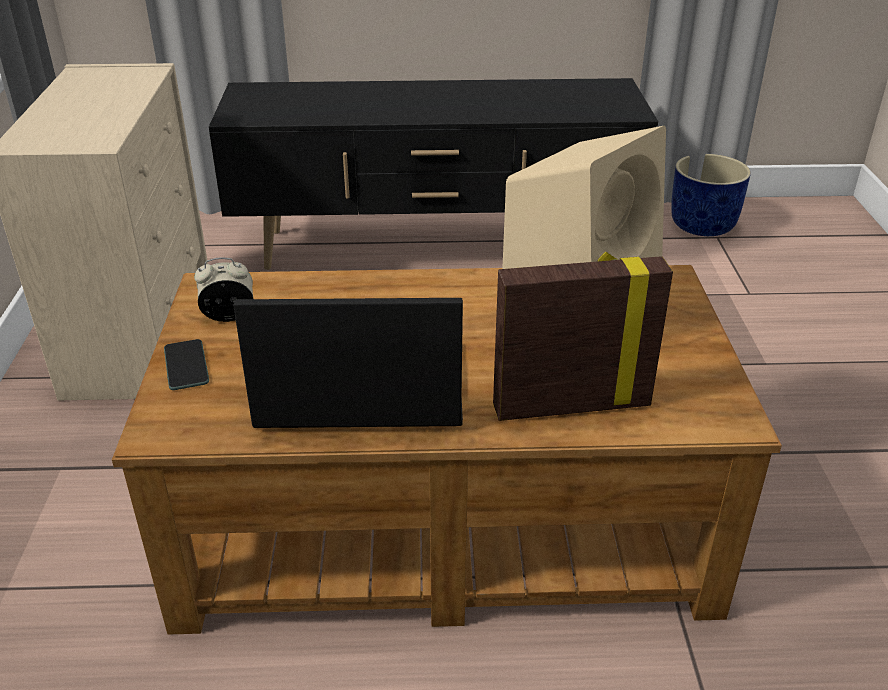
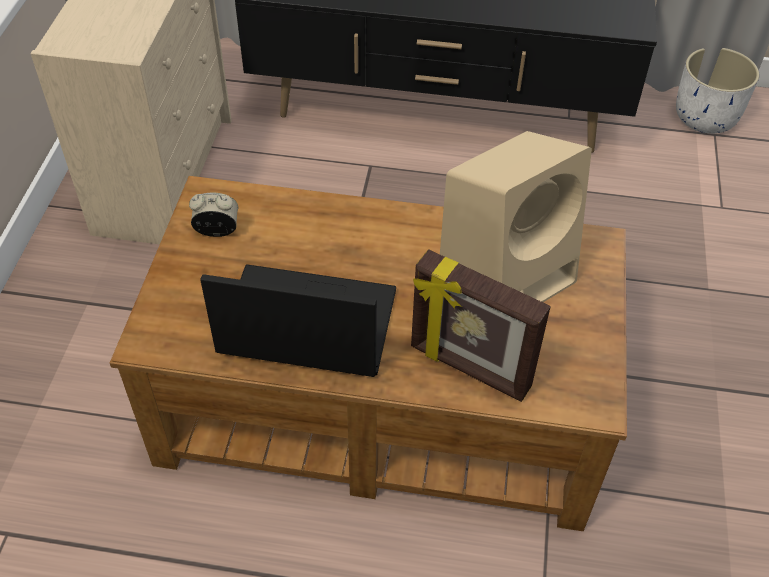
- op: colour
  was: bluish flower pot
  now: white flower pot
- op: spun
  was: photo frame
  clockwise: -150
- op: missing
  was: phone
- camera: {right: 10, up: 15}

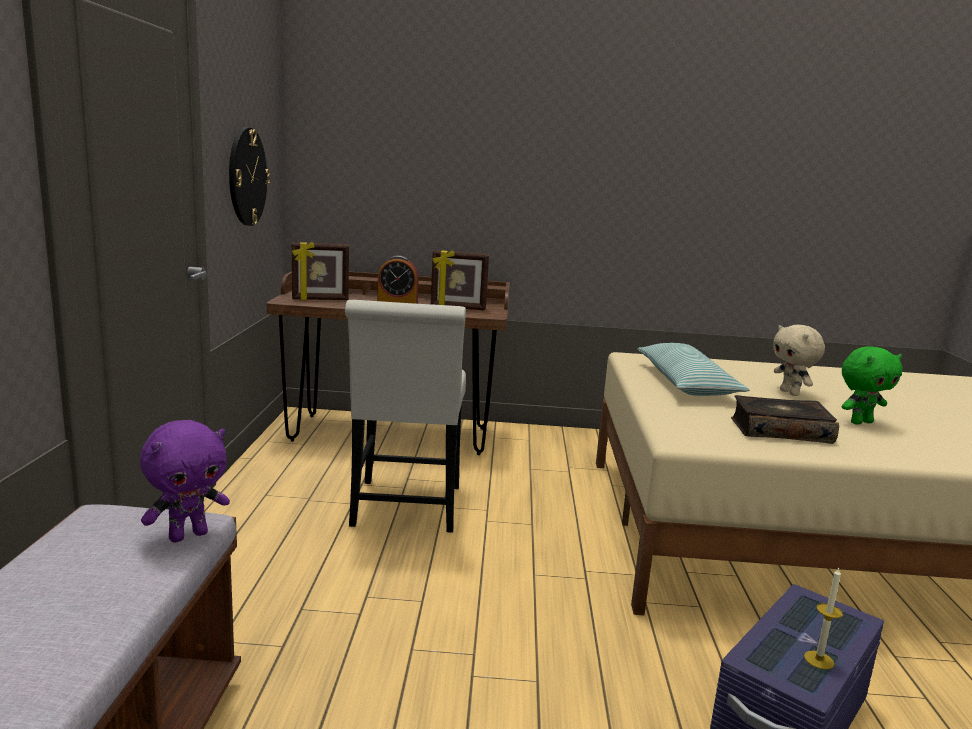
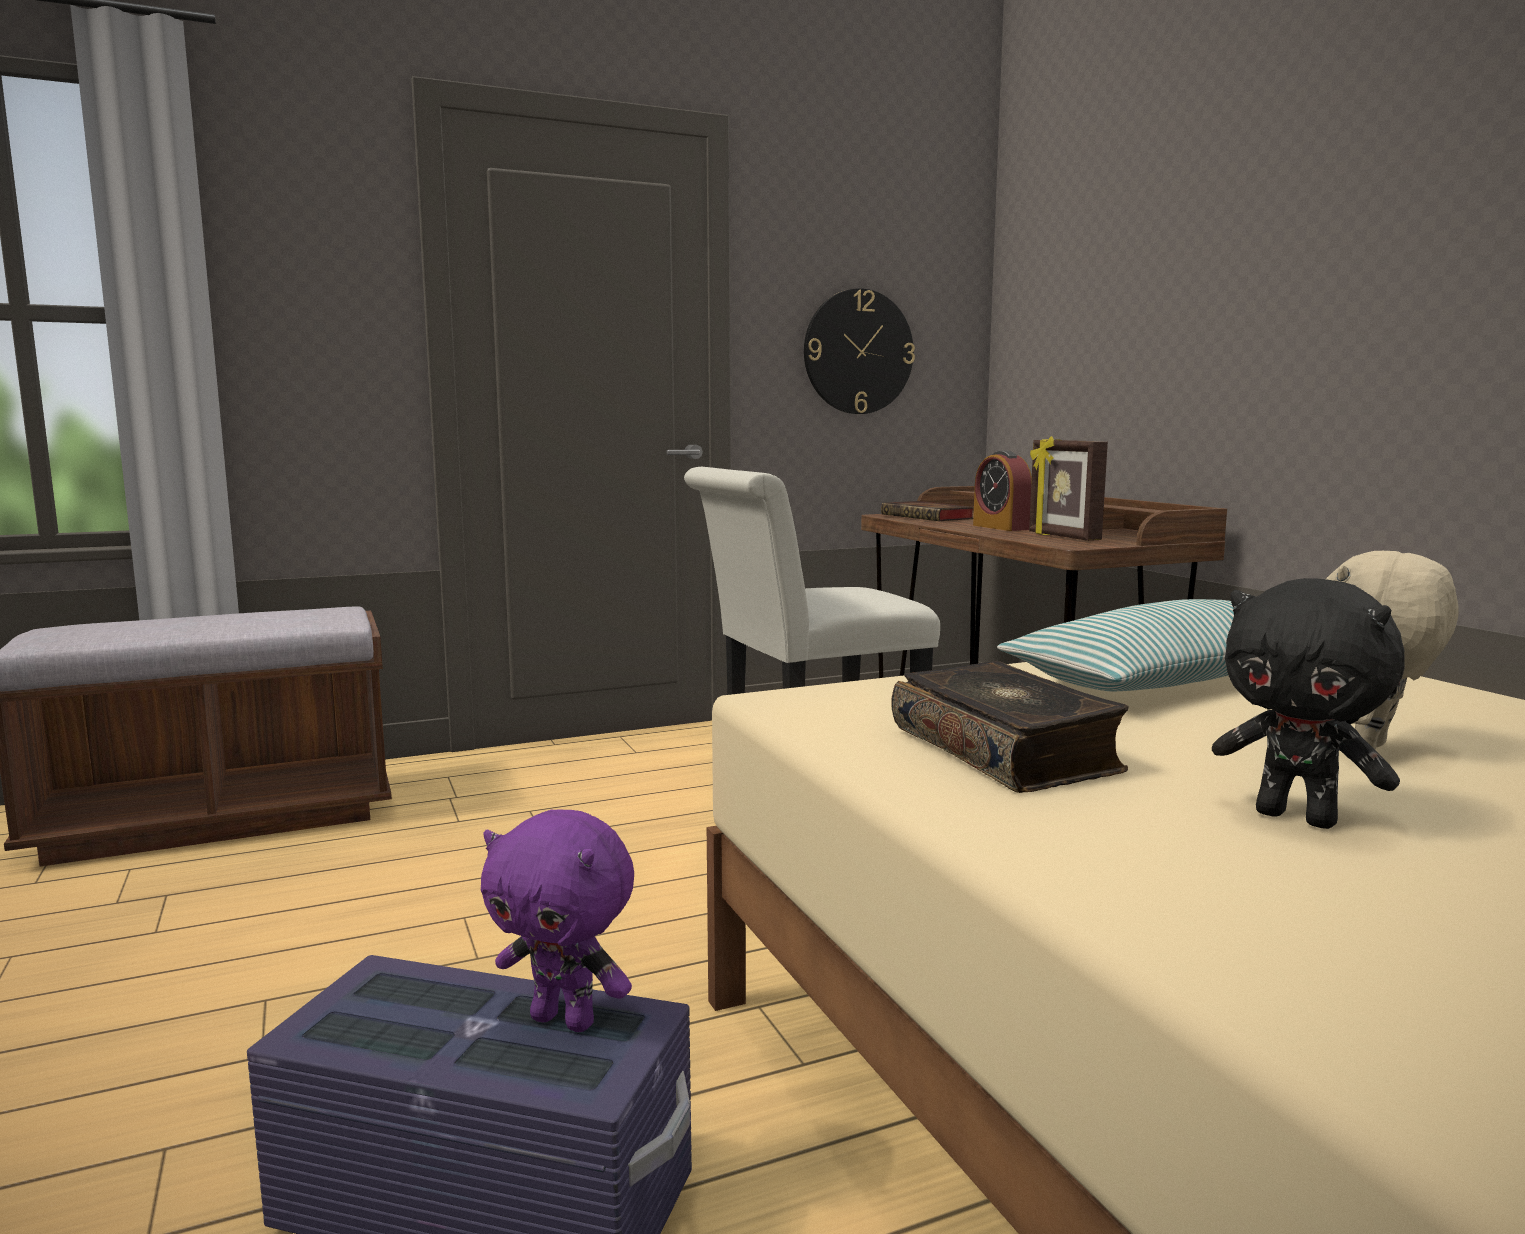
- op: exchanged
  was: photo frame (no. 1 from left)
  now: bound book (no. 1 from left)
- op: colour
  was: green-coloured soft toy
  now: black-coloured soft toy
- op: relocated
  was: purple soft toy
- op: missing
  was: wax candle
- camera: {right: 65, up: -5}

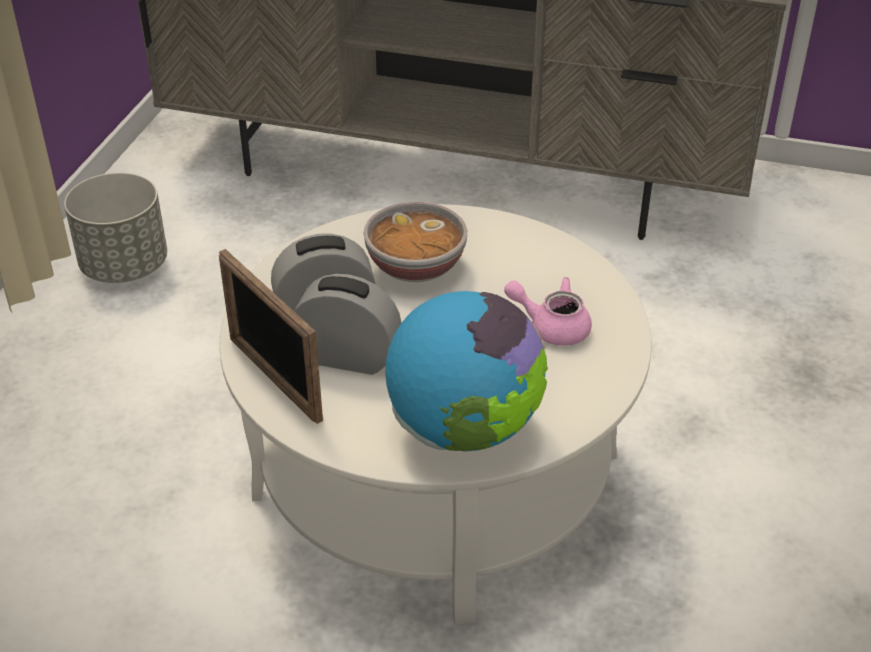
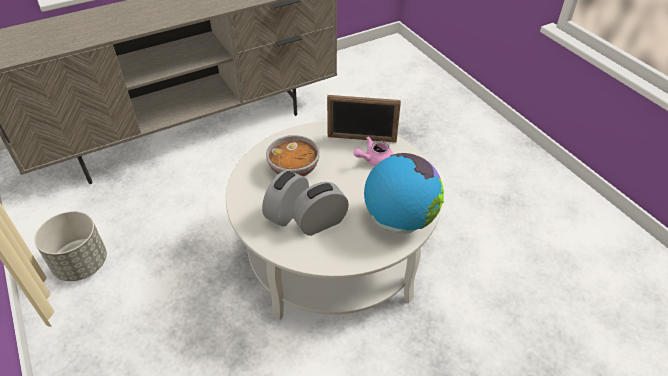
- op: relocated
  was: photo frame
- camera: {right: -45, up: 5}

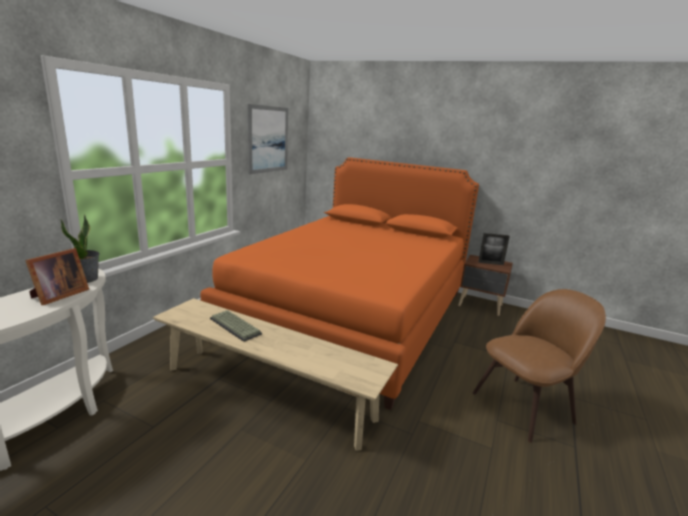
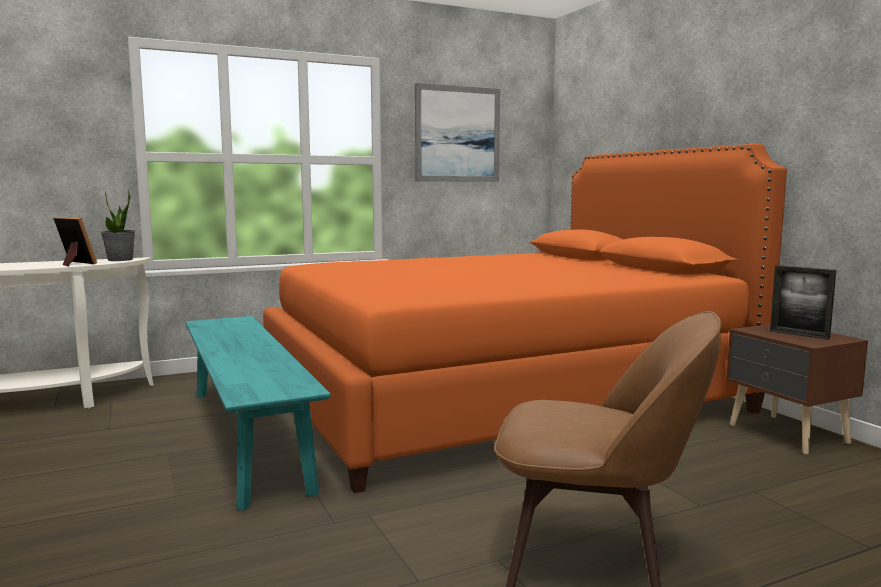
- op: spun
  was: photo frame (no. 1 from left)
  clockwise: -120
- op: colour
  was: sand-coloured long seat
  now: turquoise-coloured long seat
- op: missing
  was: PC keyboard
- camera: {right: 40, up: -10}

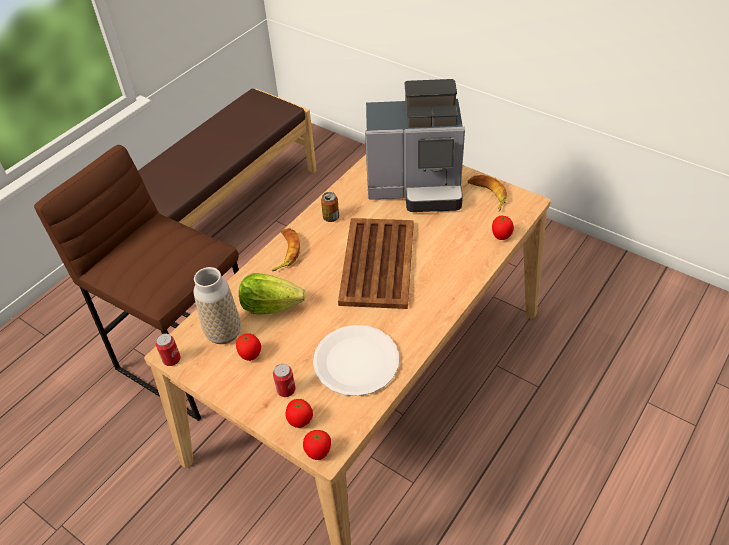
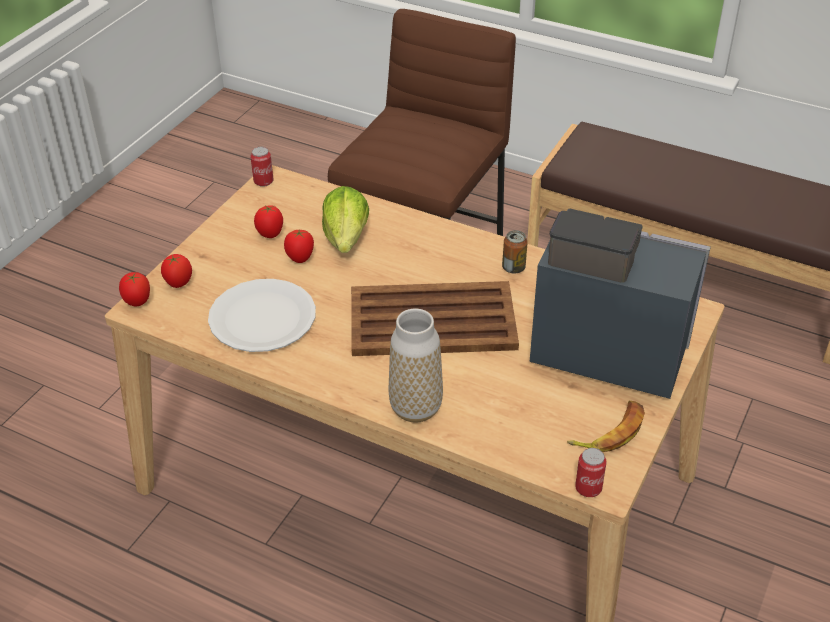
- op: spun
  was: coffee brewer
  clockwise: 120
- op: relocated
  was: fresh tomato (no. 4 from left)
- op: missing
  was: banana (no. 1 from left)
- op: relocated
  was: vase
- op: relocated
  was: metal can (no. 2 from left in the first image)
  now: metal can (no. 3 from left)
- camera: {right: 80, up: -5}

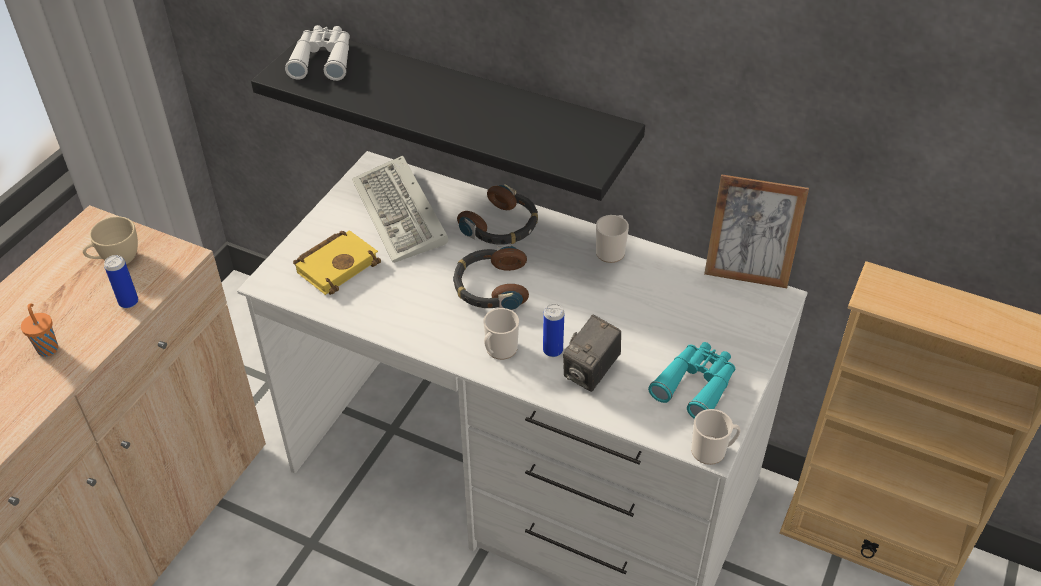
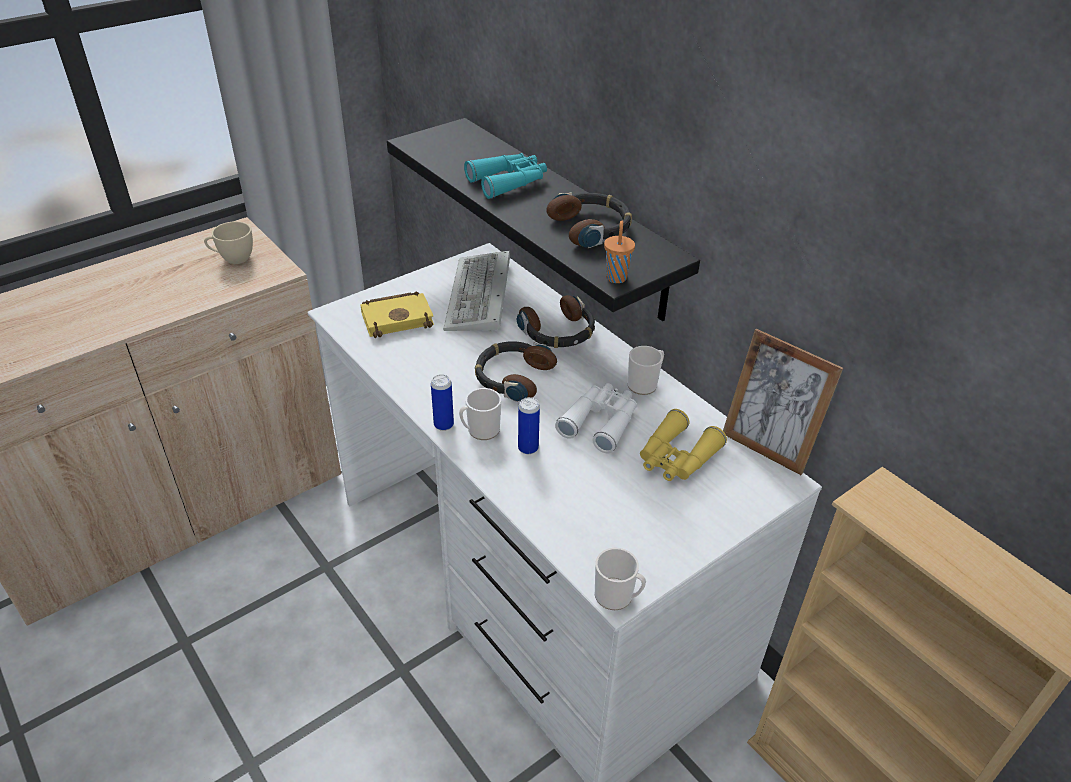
- op: relocated
  was: white binoculars
- op: relocated
  was: metal can (no. 1 from left)
- op: relocated
  was: orange drinking cup
- op: missing
  was: photo camera
- op: relocated
  was: turquoise-coloured binoculars
- op: appeared
  now: pair of headphones (no. 3 from left)
- op: appeared
  now: yellowish binoculars
- camera: {right: 25, up: -5}

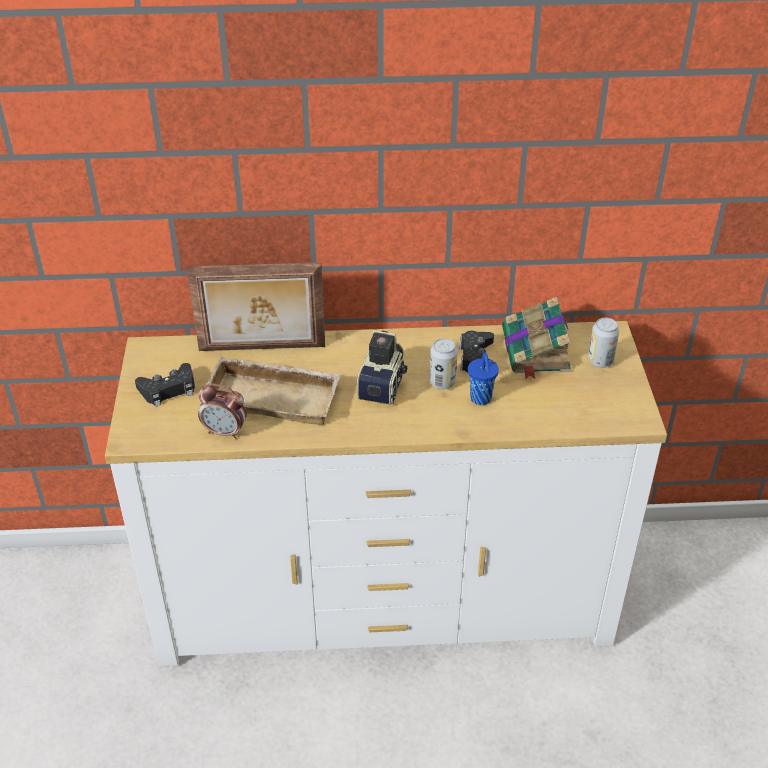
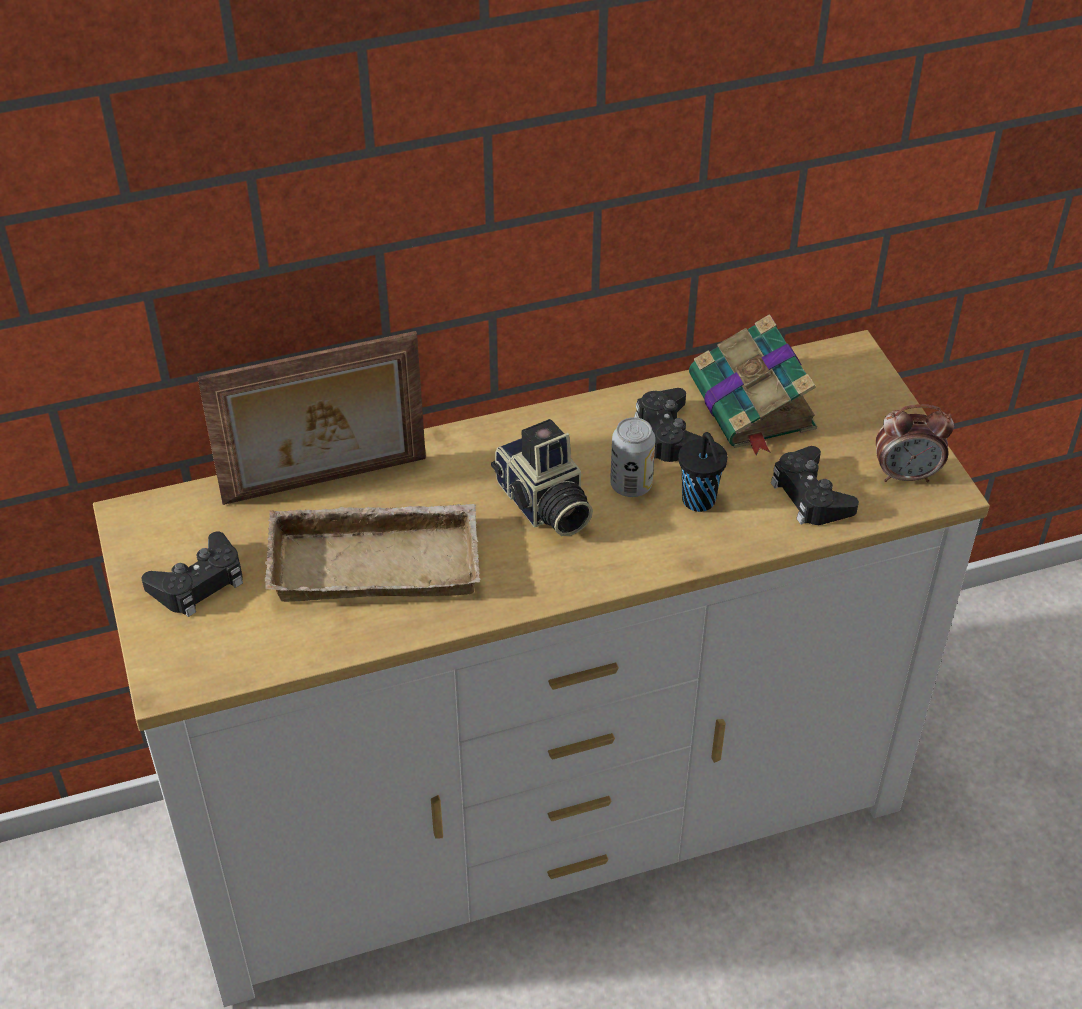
- op: missing
  was: metal can (no. 2 from left)
- op: spun
  was: photo camera
  clockwise: 150
- op: colour
  was: bluish drinking cup
  now: black-coloured drinking cup
- op: relocated
  was: table clock
- op: appeared
  now: black-coloured gamepad (no. 3 from left)
- camera: {right: -15, up: 5}

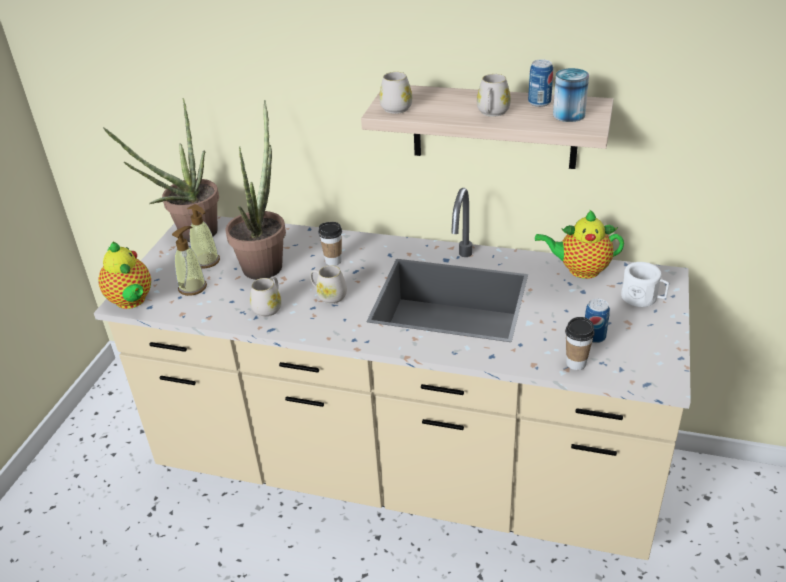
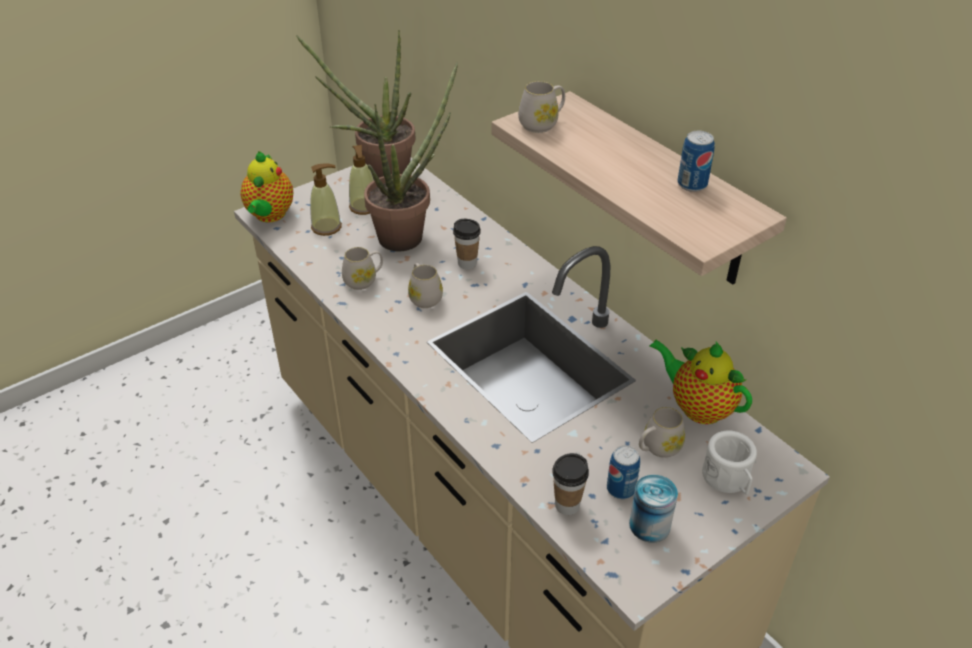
- op: relocated
  was: metal can (no. 2 from left)
- op: relocated
  was: white tea mug (no. 4 from left)
- camera: {right: 35, up: 5}

